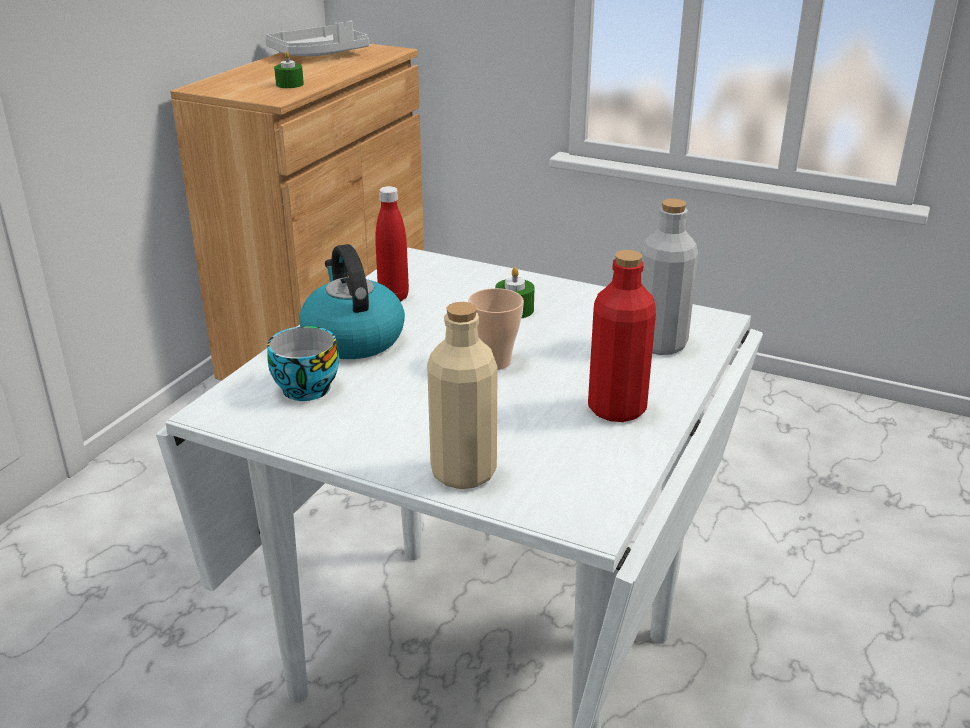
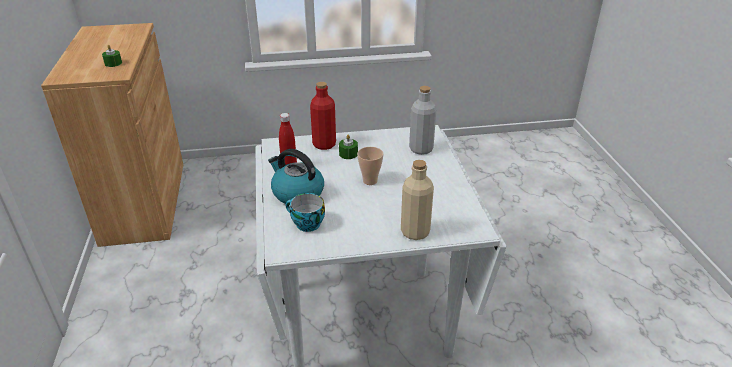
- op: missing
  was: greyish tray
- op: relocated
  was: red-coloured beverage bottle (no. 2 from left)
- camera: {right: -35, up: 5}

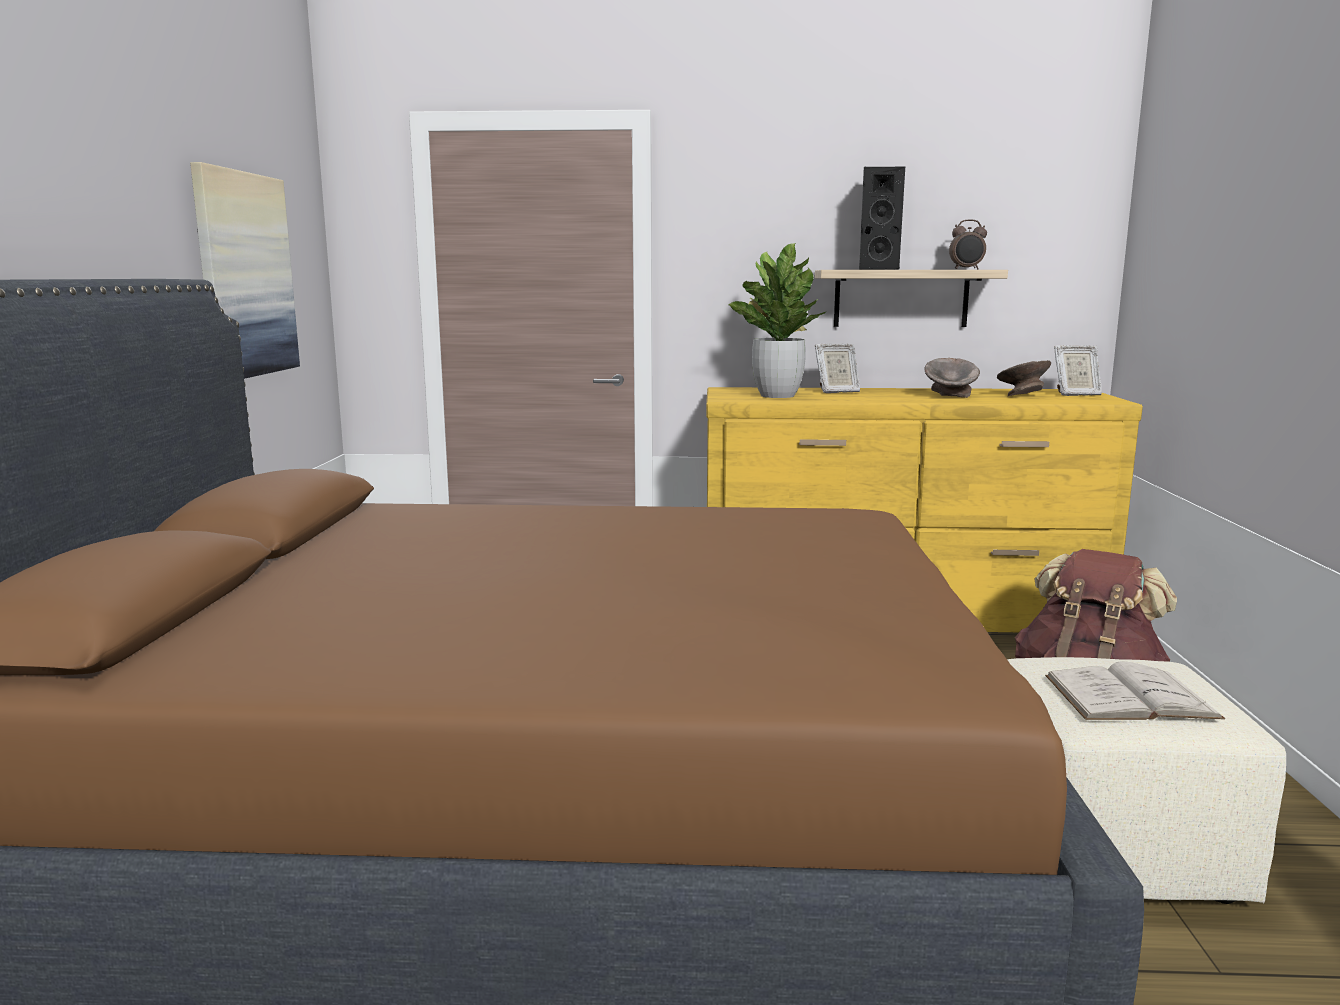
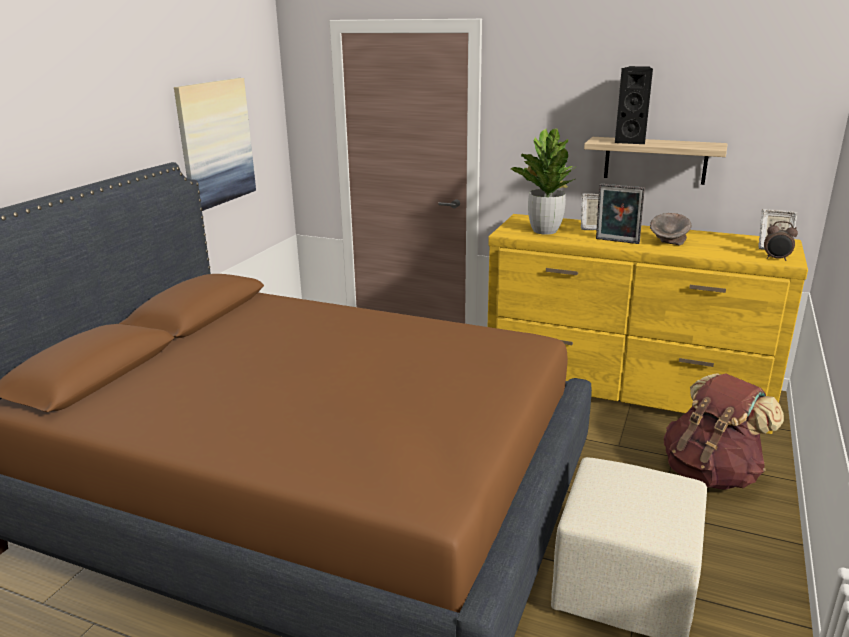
- op: relocated
  was: table clock
- op: missing
  was: greyish bowl (no. 2 from left)
- op: missing
  was: white bound book
- op: appeared
  now: photo frame (no. 2 from left)
- camera: {right: 20, up: 10}

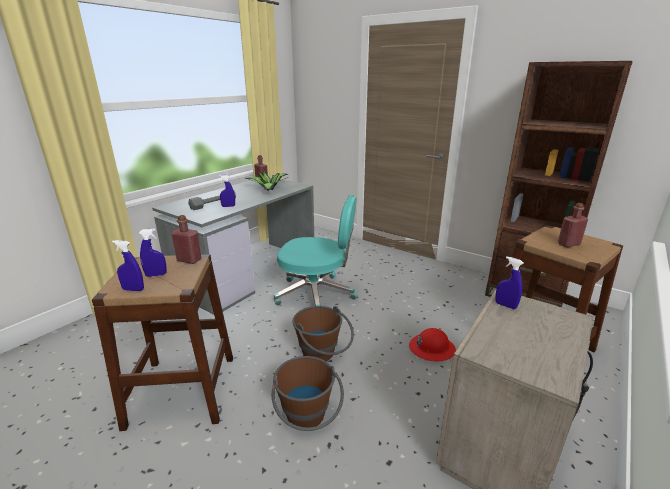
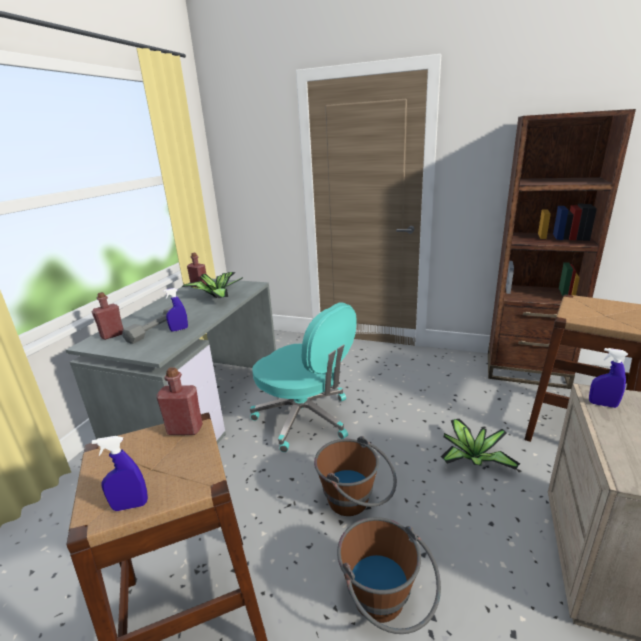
- op: spun
  was: turquoise-coloured office chair
  clockwise: 45
- op: relocated
  was: red-coloured beverage bottle (no. 3 from left in the first image)
  now: red-coloured beverage bottle (no. 1 from left)
- op: missing
  was: bluish sprayer (no. 2 from left)
- op: exchanged
  was: red-coloured hard hat
  now: houseplant (no. 2 from left)
- camera: {right: -15, up: 0}

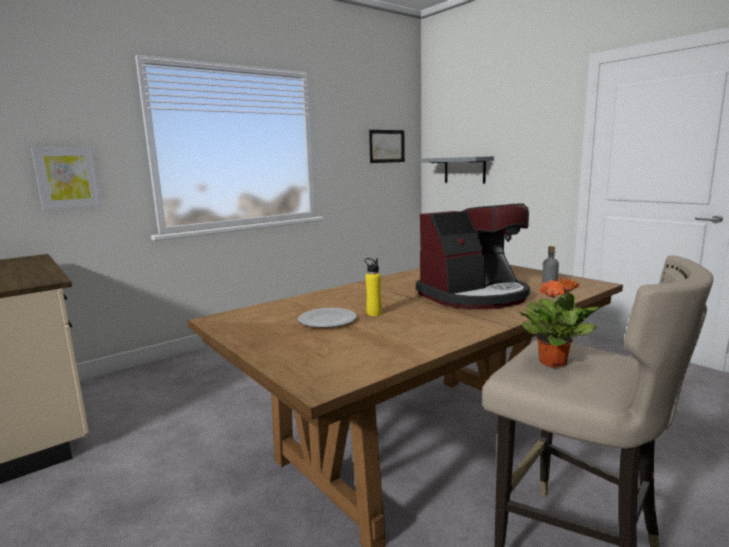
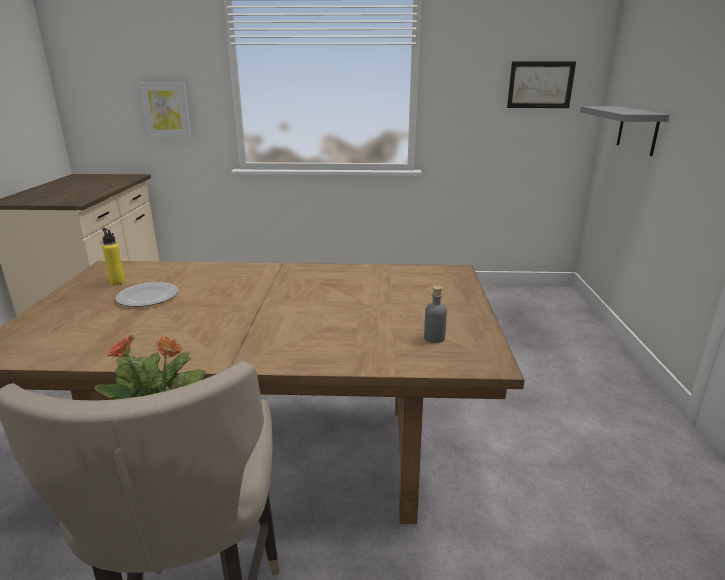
- op: missing
  was: coffee brewer
- op: relocated
  was: yellowish beverage bottle
- camera: {right: 40, up: 10}

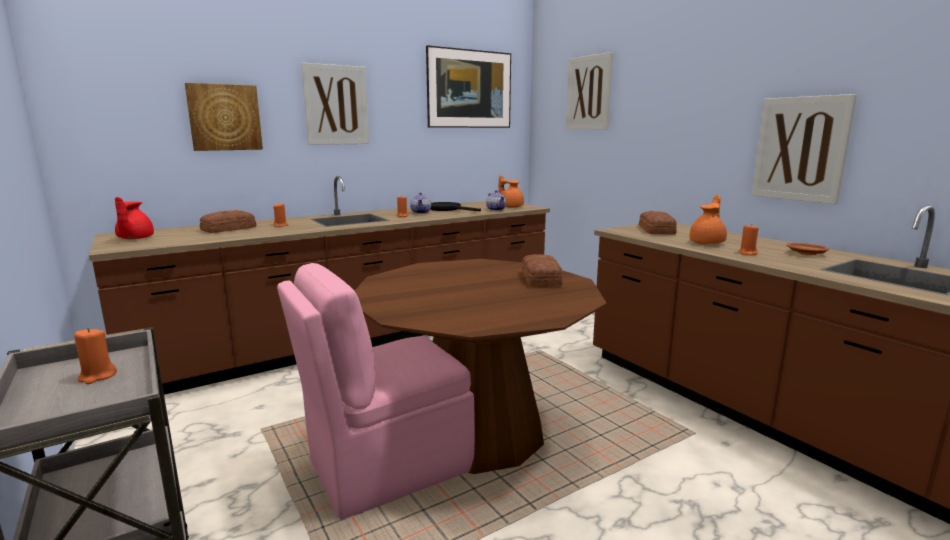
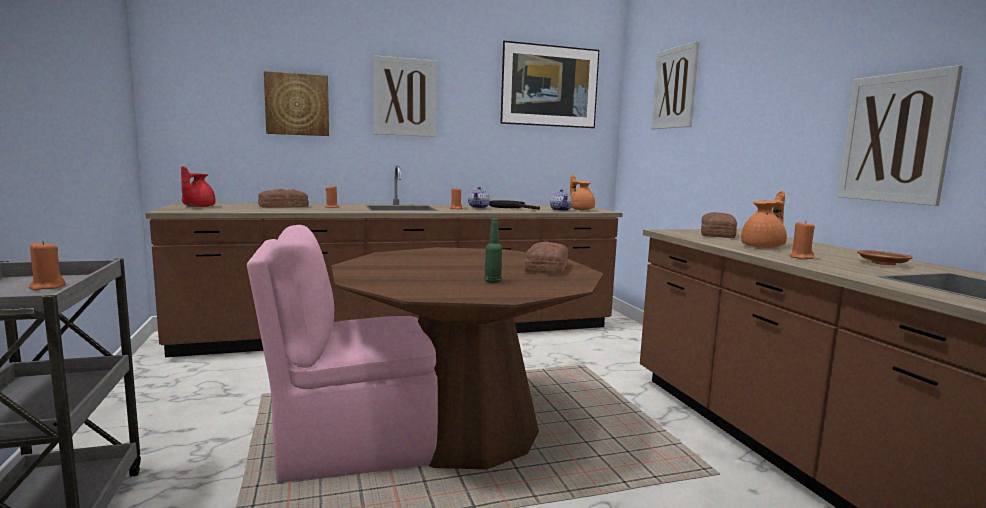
- op: appeared
  now: green-coloured beverage bottle
- camera: {right: 15, up: -5}

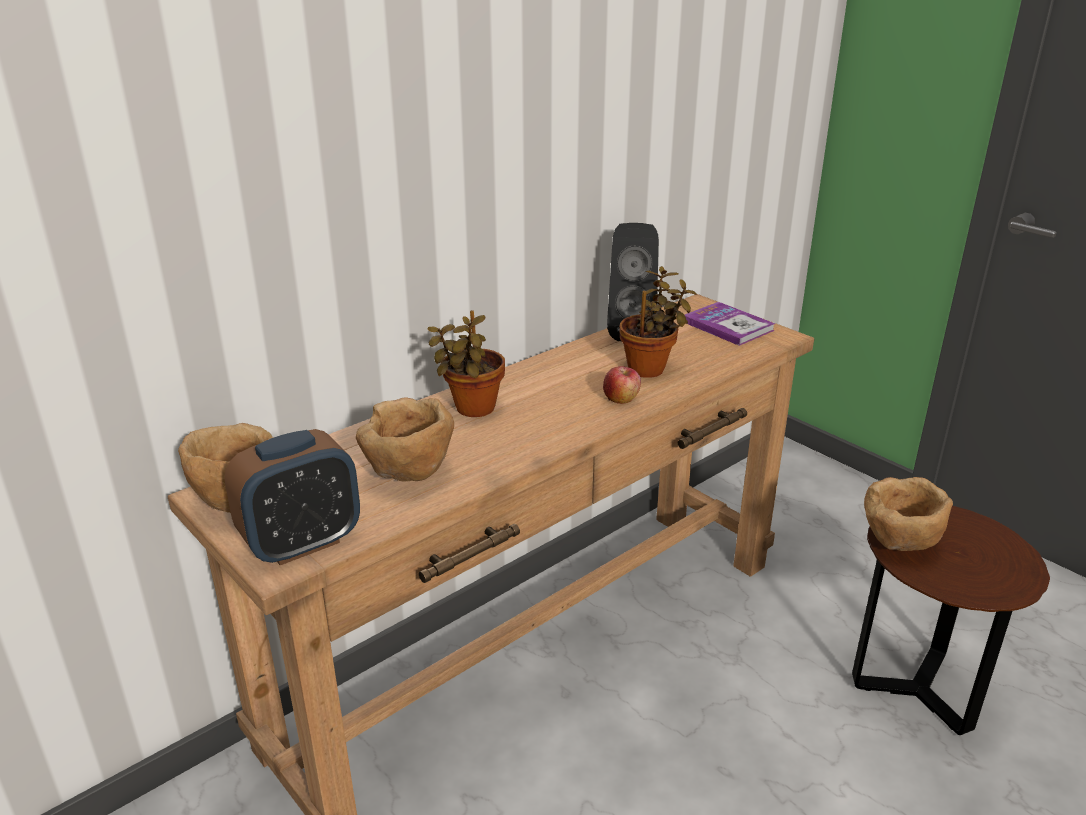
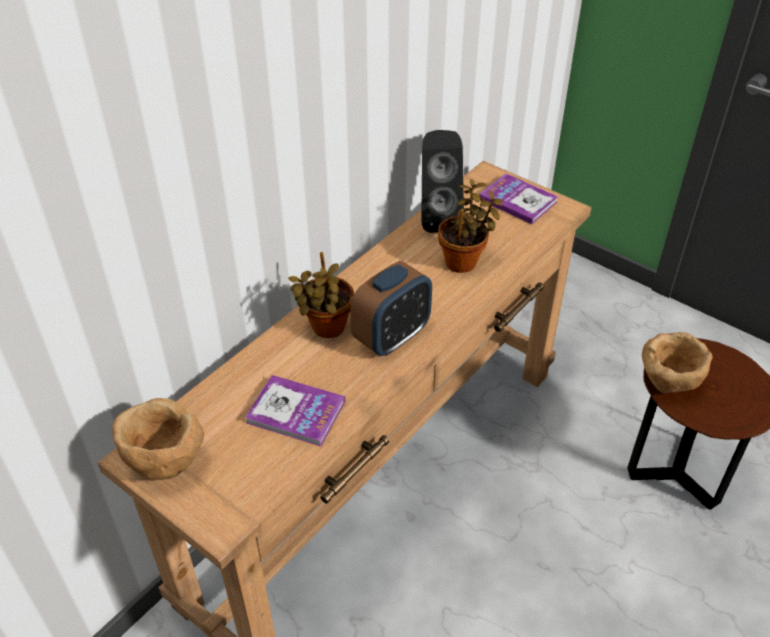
- op: missing
  was: whole apple
- op: exchanged
  was: brownish bowl (no. 2 from left)
  now: bound book (no. 1 from left)
- op: relocated
  was: table clock
- camera: {right: -10, up: 15}

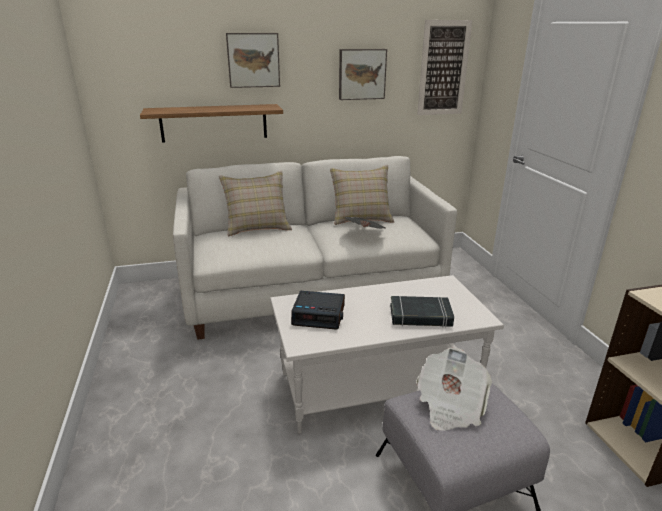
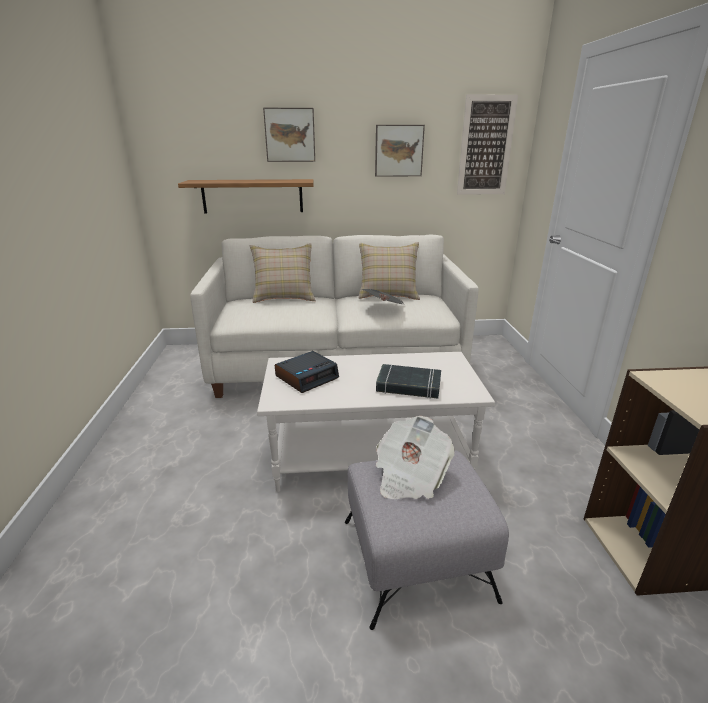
- op: spun
  was: table clock
  clockwise: -60
- camera: {right: 10, up: 0}

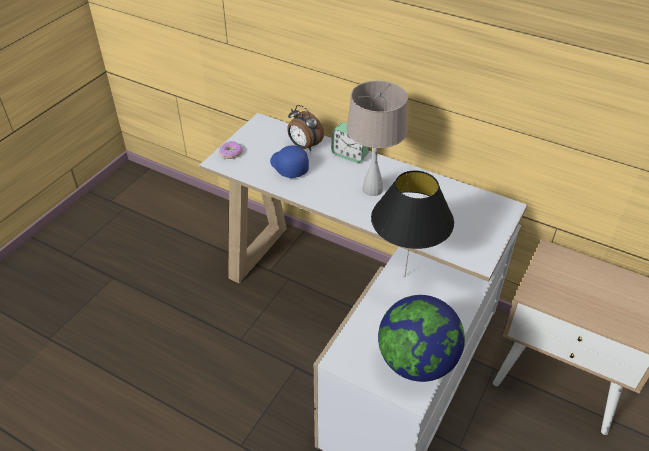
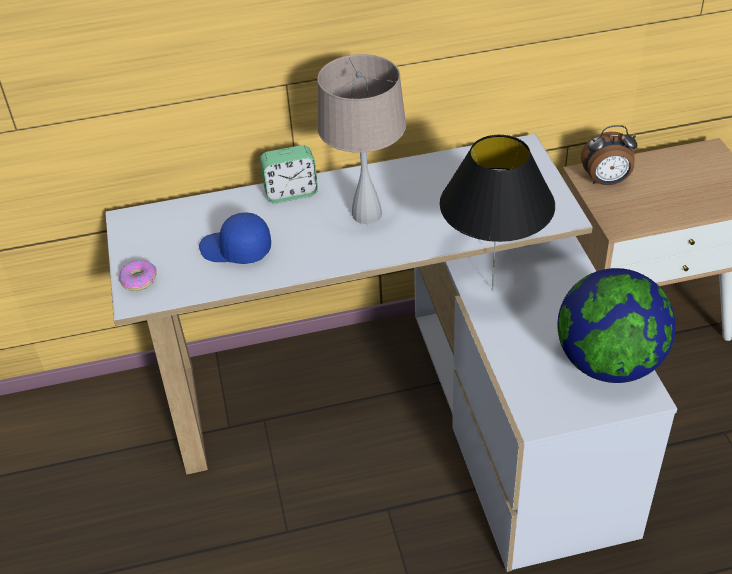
- op: relocated
  was: table clock (no. 1 from left in the first image)
  now: table clock (no. 2 from left)
- camera: {right: -40, up: 0}

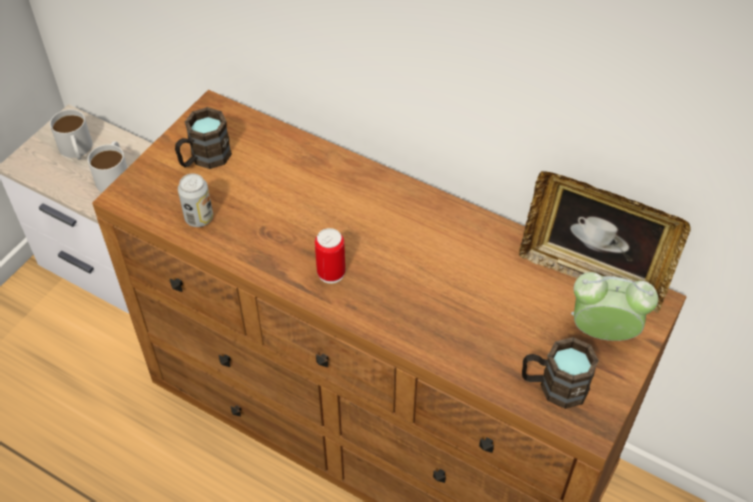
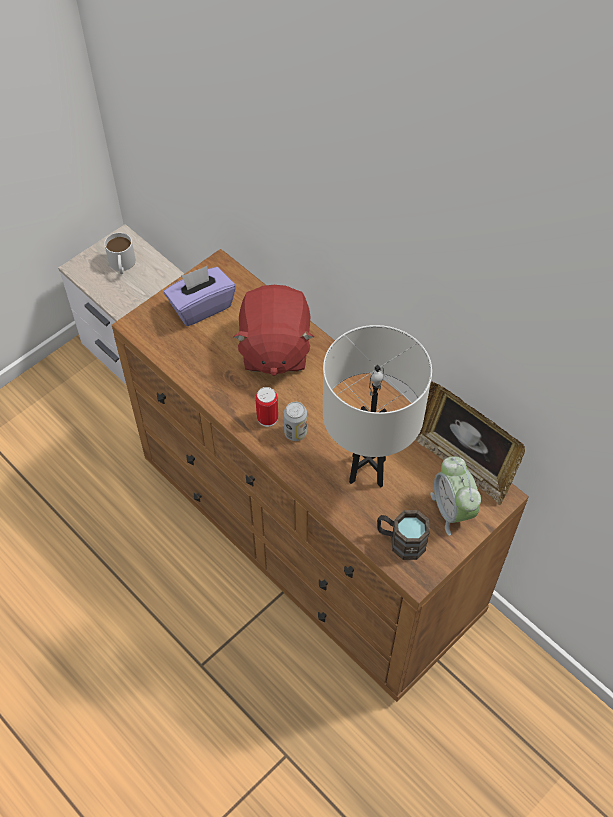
- op: exchanged
  was: brownish tea mug (no. 1 from left)
  now: purple tissue box
- op: missing
  was: white tea mug (no. 2 from left)
- op: relocated
  was: metal can (no. 1 from left in the first image)
  now: metal can (no. 2 from left)
- op: spun
  was: table clock
  clockwise: -135
- op: appeared
  now: red-coloured soft toy
- op: appeared
  now: white lamp for a table
- camera: {right: 15, up: 5}

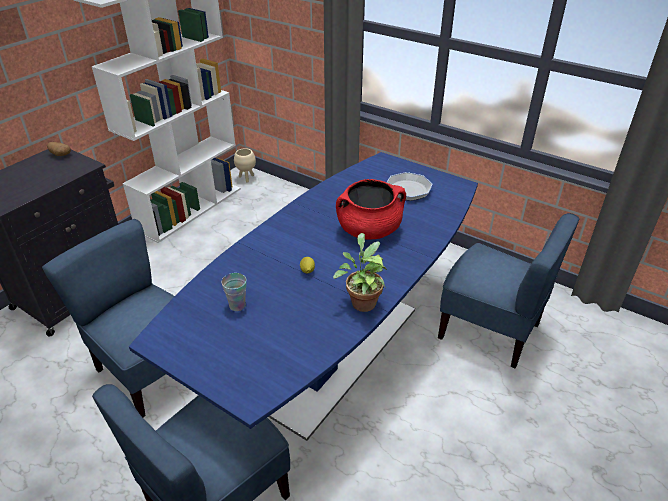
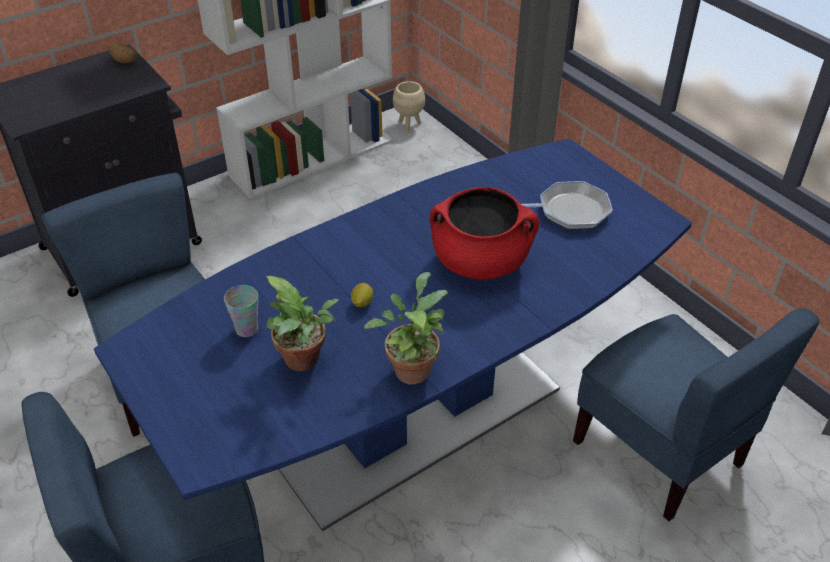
- op: appeared
  now: houseplant (no. 1 from left)
- camera: {right: 20, up: 5}

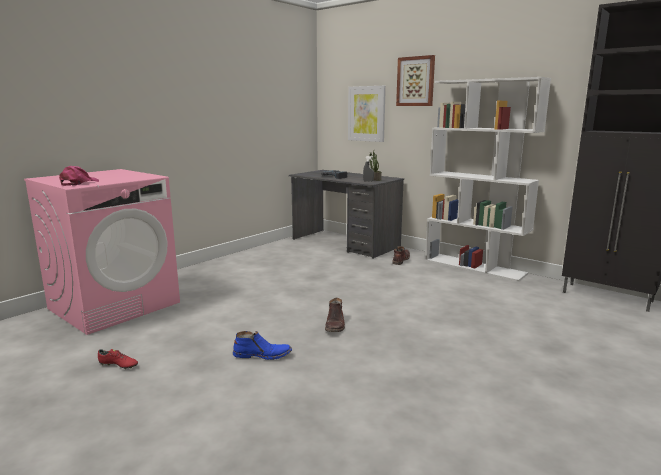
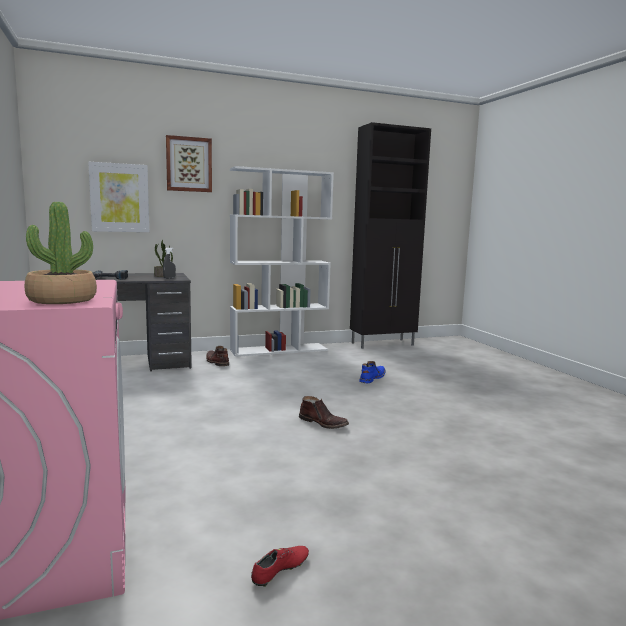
- op: exchanged
  was: pink peaked cap
  now: houseplant (no. 1 from left)
- op: relocated
  was: bluish high-top boot
- camera: {right: -60, up: -5}

